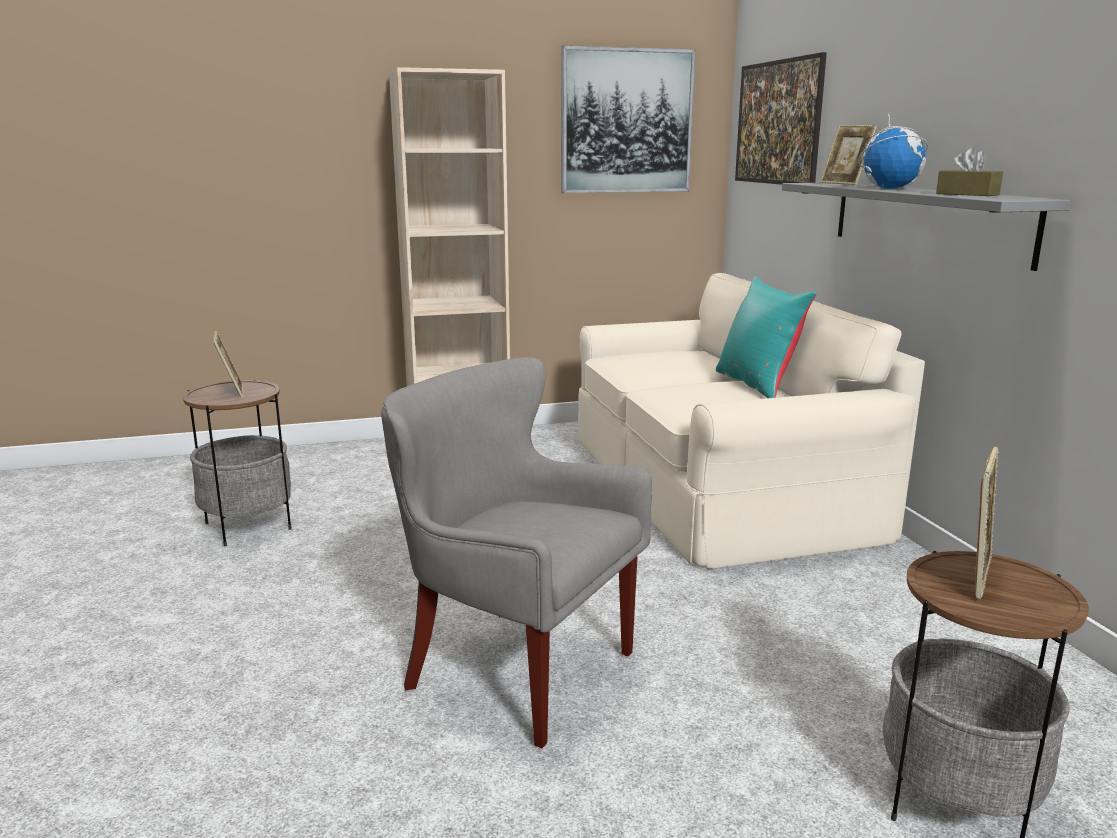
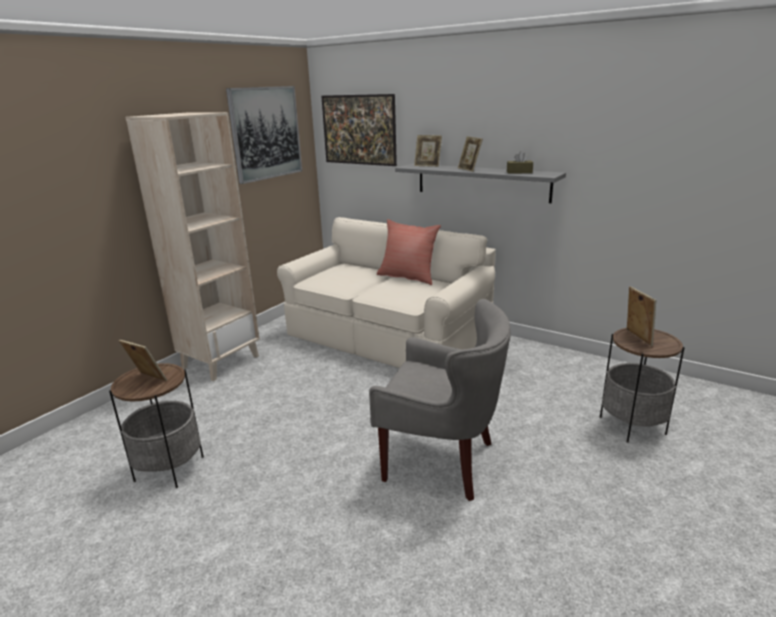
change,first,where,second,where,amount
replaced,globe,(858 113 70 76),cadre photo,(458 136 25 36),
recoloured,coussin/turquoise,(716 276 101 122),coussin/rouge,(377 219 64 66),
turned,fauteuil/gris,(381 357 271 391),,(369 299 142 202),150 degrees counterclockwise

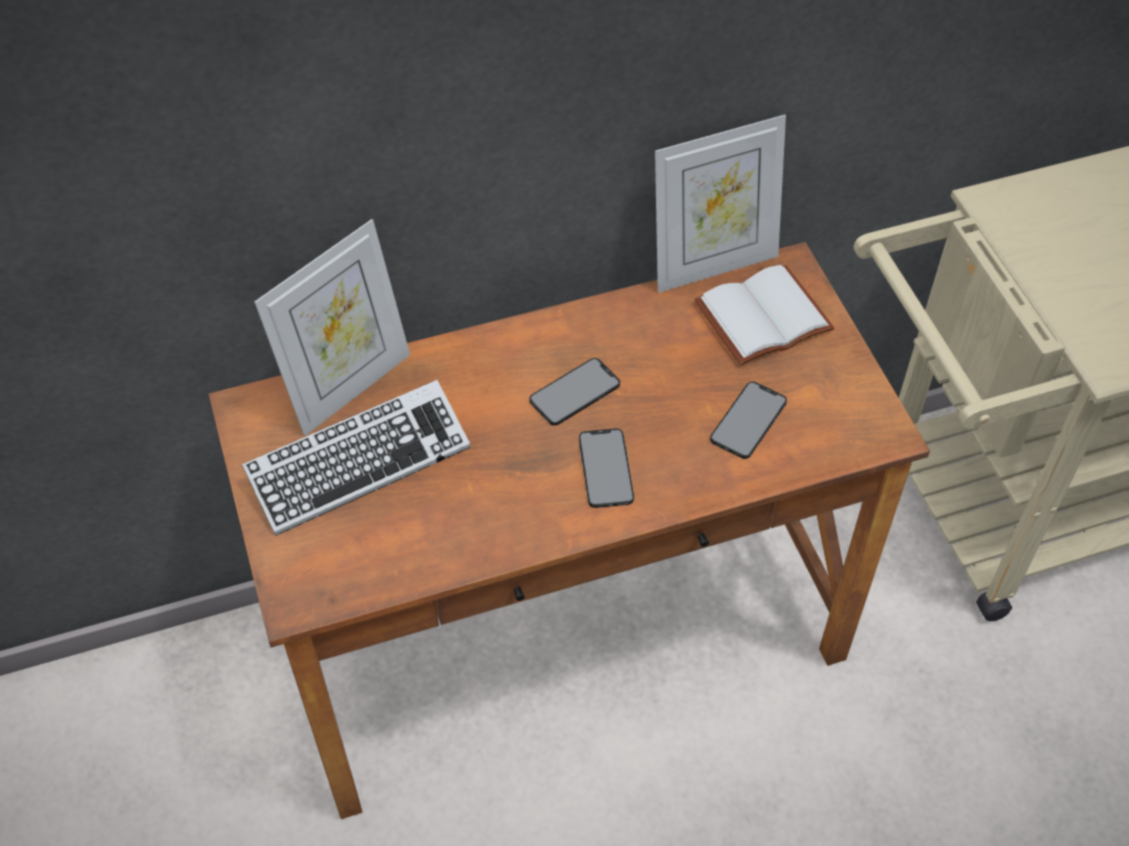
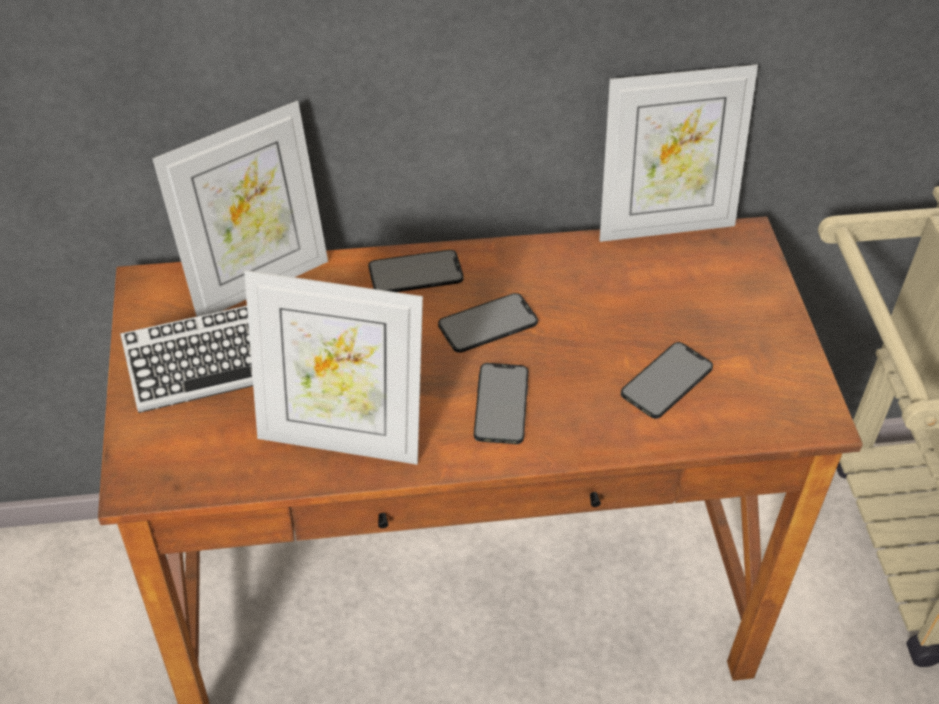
change,first,where,second,where,amount
removed,livre/blanc,(694 265 140 100),,,
added,,,cadre photo,(244 270 179 195),
added,,,téléphone,(369 250 95 42),

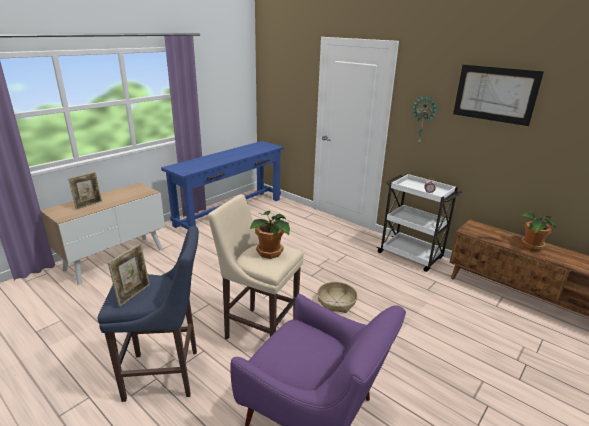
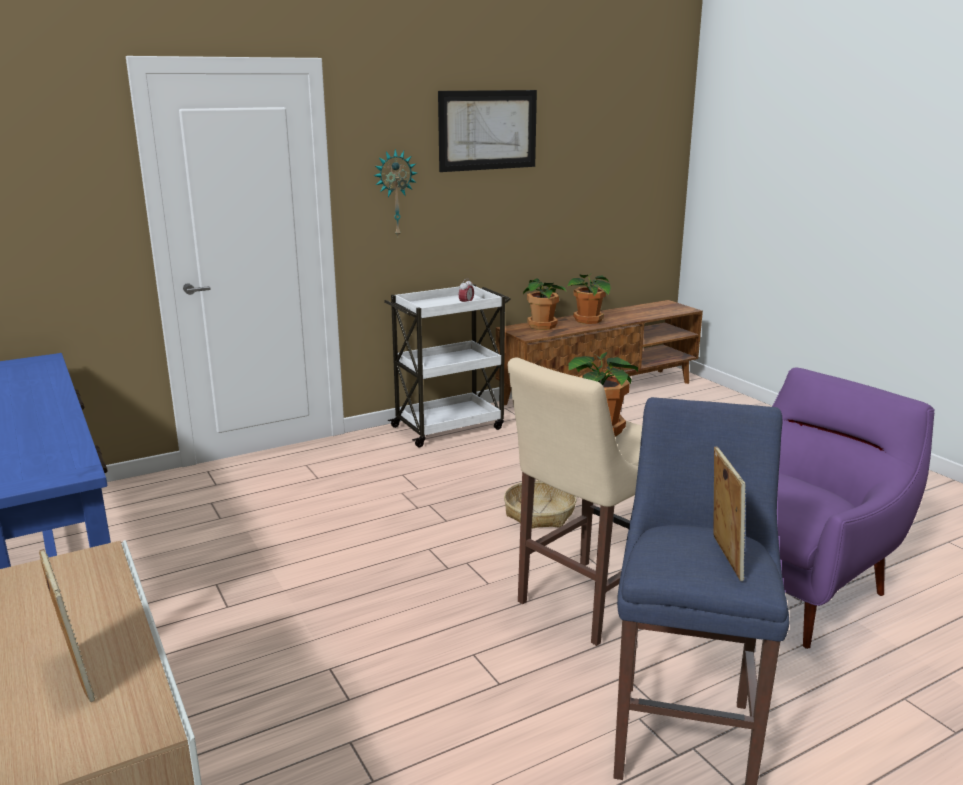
change,first,where,second,where,amount
added,,,plante en pot,(523 278 43 52),
turned,cadre photo,(108 243 42 64),,(713 446 33 135),45 degrees clockwise

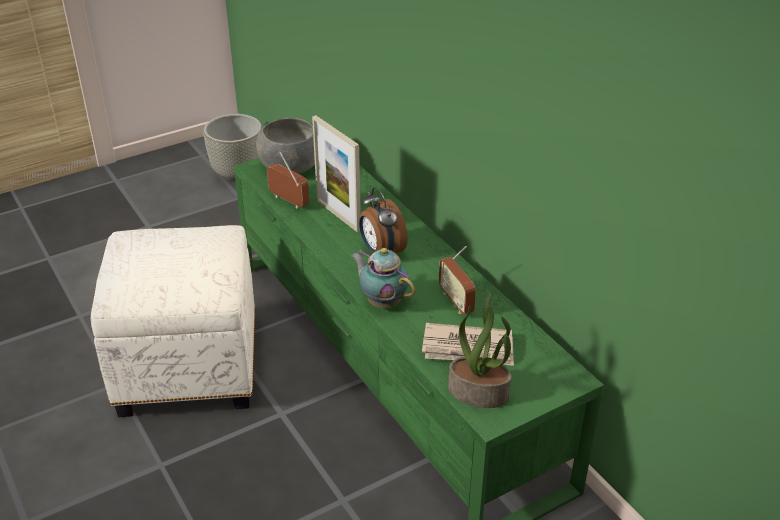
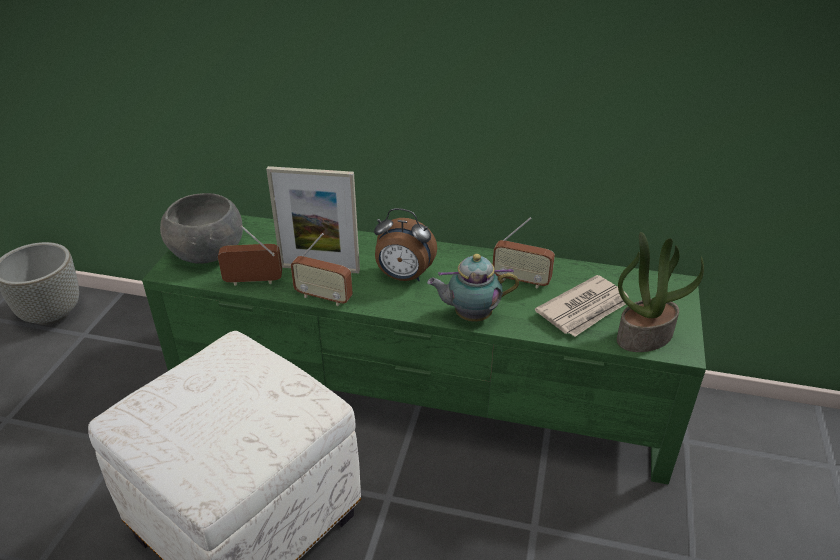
change,first,where,second,where,amount
added,,,radio,(291 233 62 73),

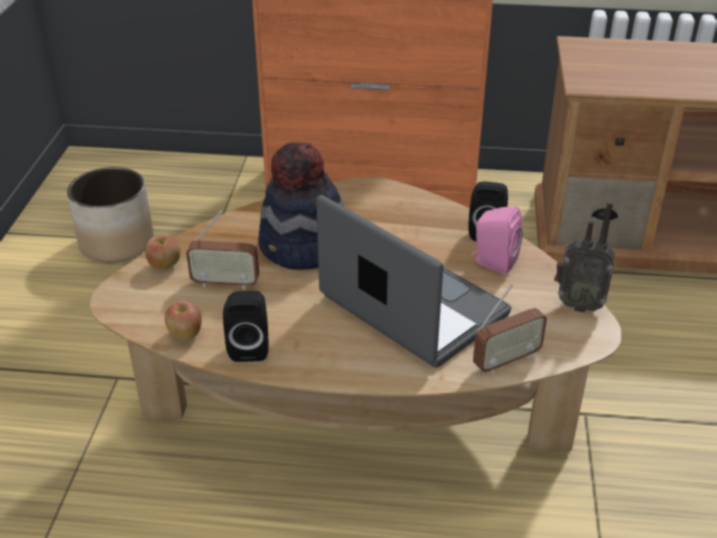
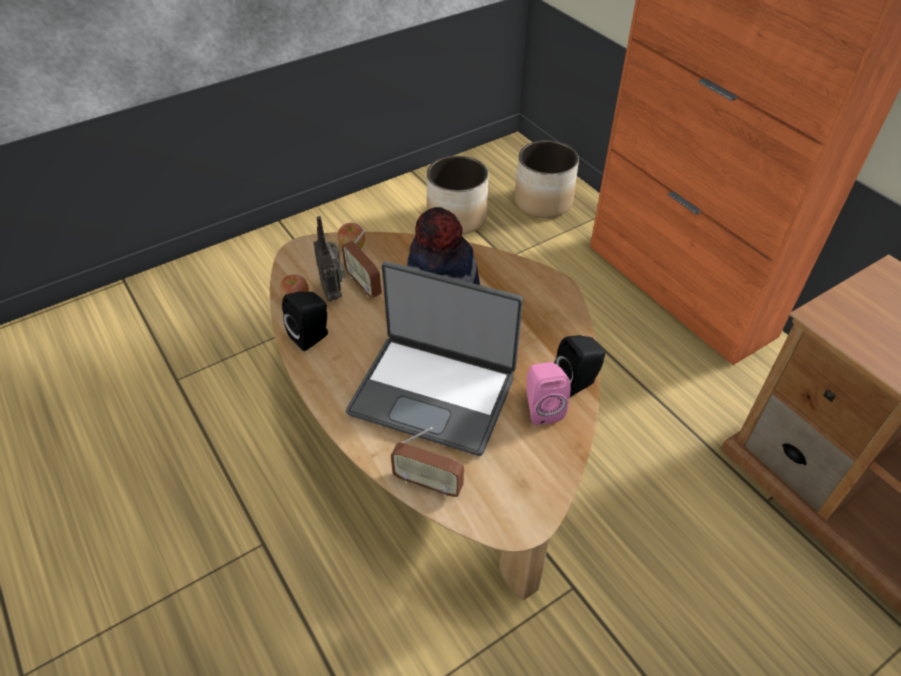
change,first,where,second,where,amount
added,,,cache-pot,(515 140 64 78),
moved,radio,(554 201 61 112),,(313 216 32 86),
turned,ordinateur portable,(316 195 195 173),,(346 261 177 195),105 degrees clockwise

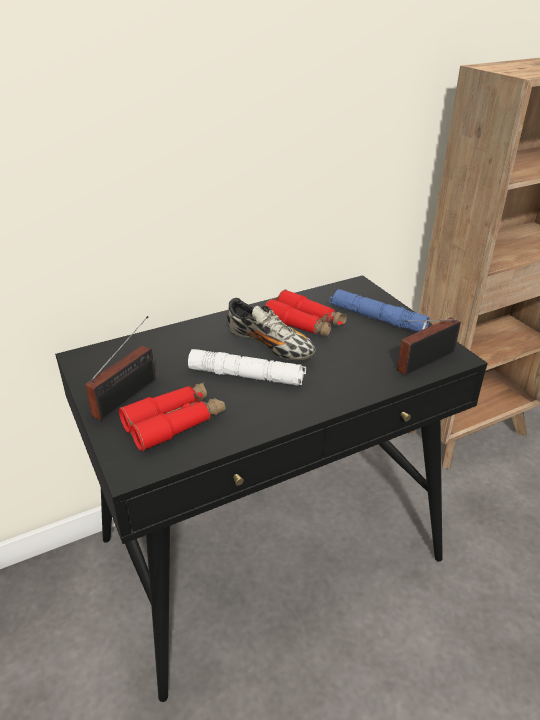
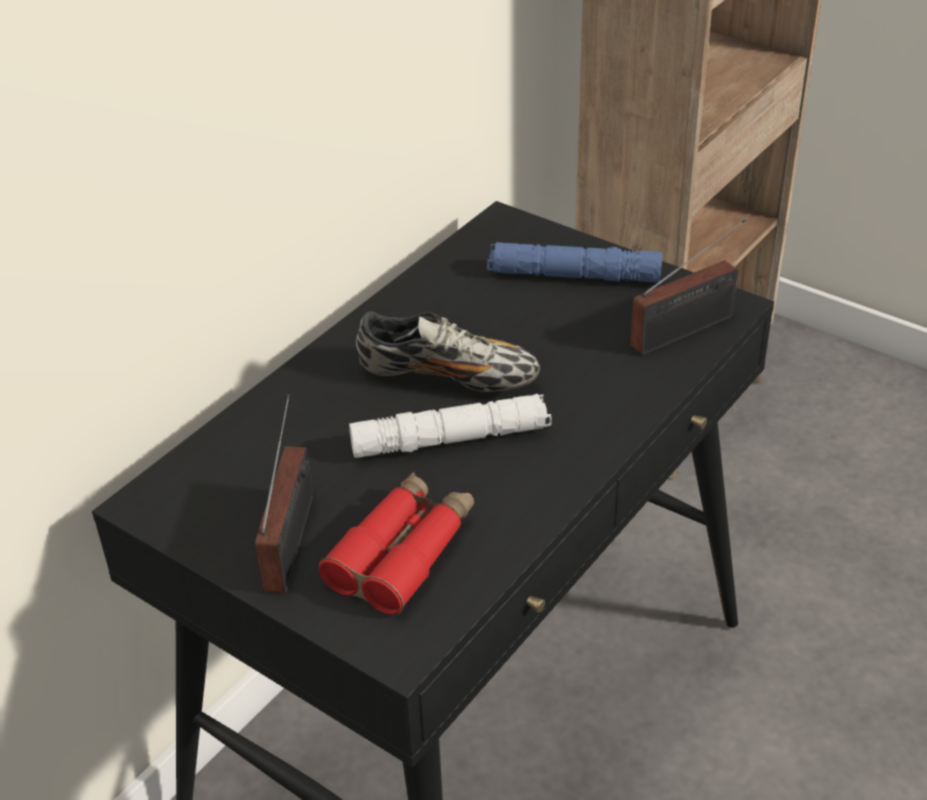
change,first,where,second,where,amount
removed,jumelles/rouge,(265 290 82 47),,,
turned,radio,(397 317 64 59),,(630 219 116 136),150 degrees counterclockwise

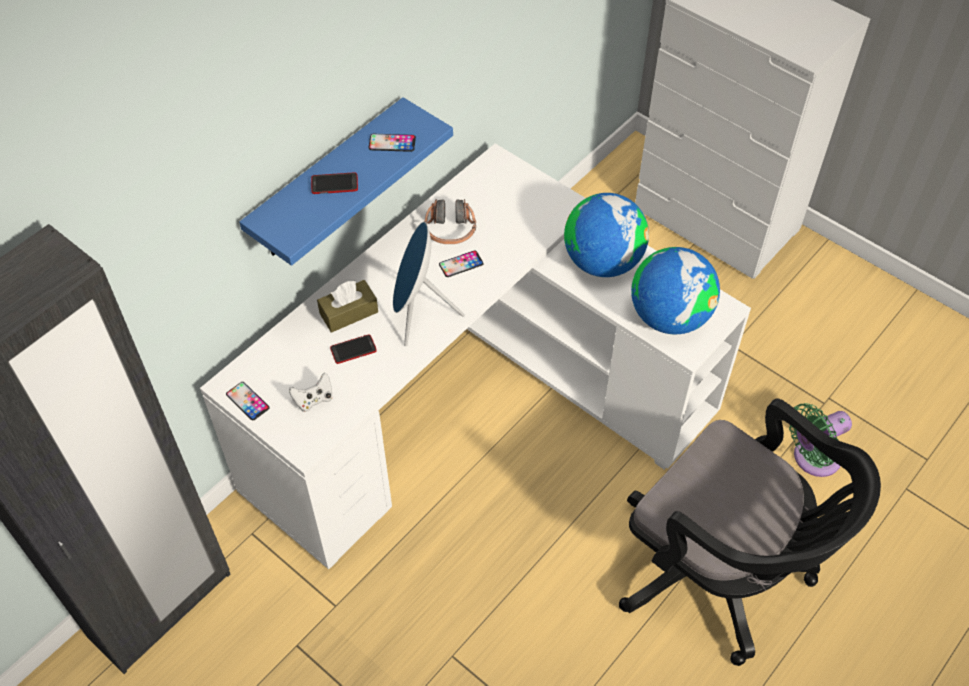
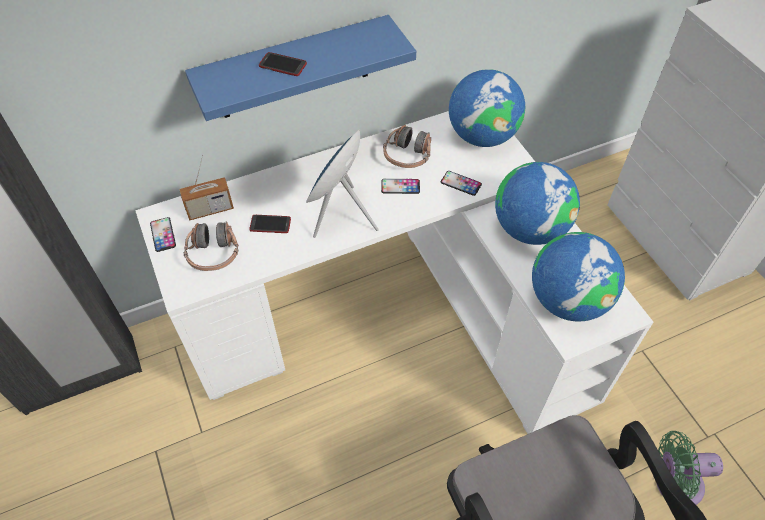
change,first,where,second,where,amount
removed,boîte à mouchoirs/marron,(317 280 61 53),,,
added,,,radio,(179 154 55 66),
added,,,globe,(449 69 76 78),
moved,téléphone,(368 134 48 18),,(441 171 41 25),
replaced,manette/blanc,(289 373 44 39),casque audio,(184 221 55 50),

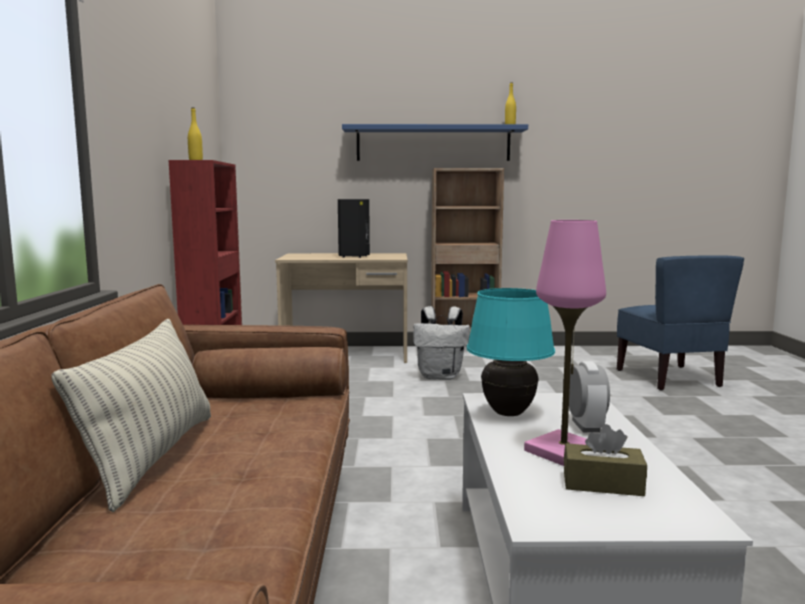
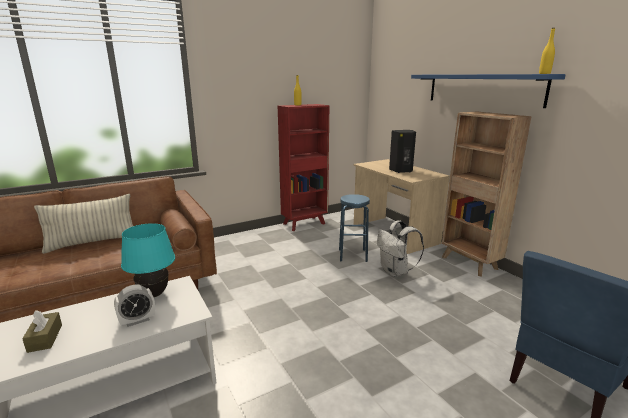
change,first,where,second,where,amount
removed,lampe de table/rose,(524 220 82 246),,,
added,,,tabouret/bleu,(339 194 31 68),

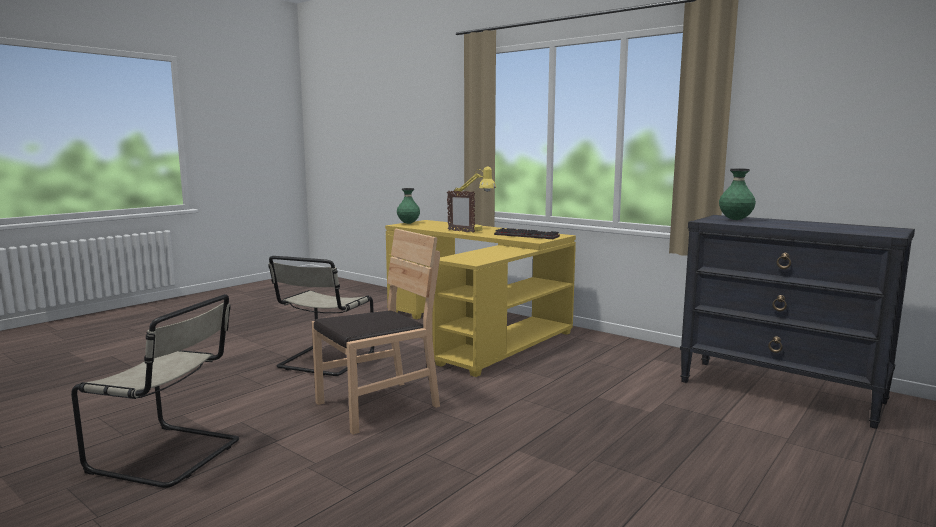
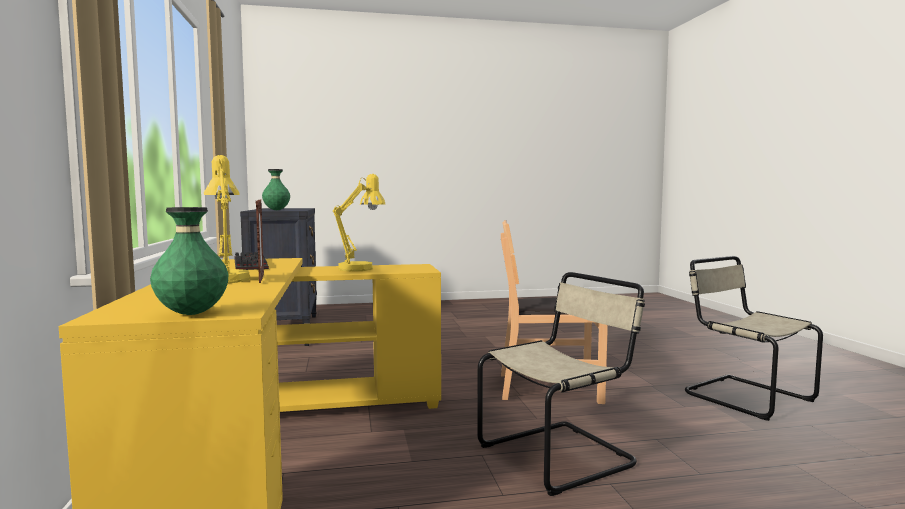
change,first,where,second,where,amount
added,,,lampe de table/jaune,(333 174 52 97),

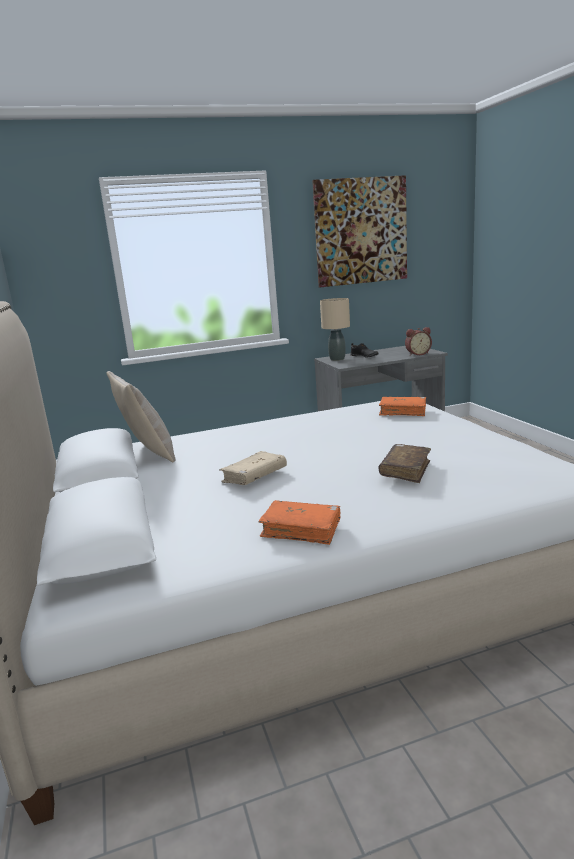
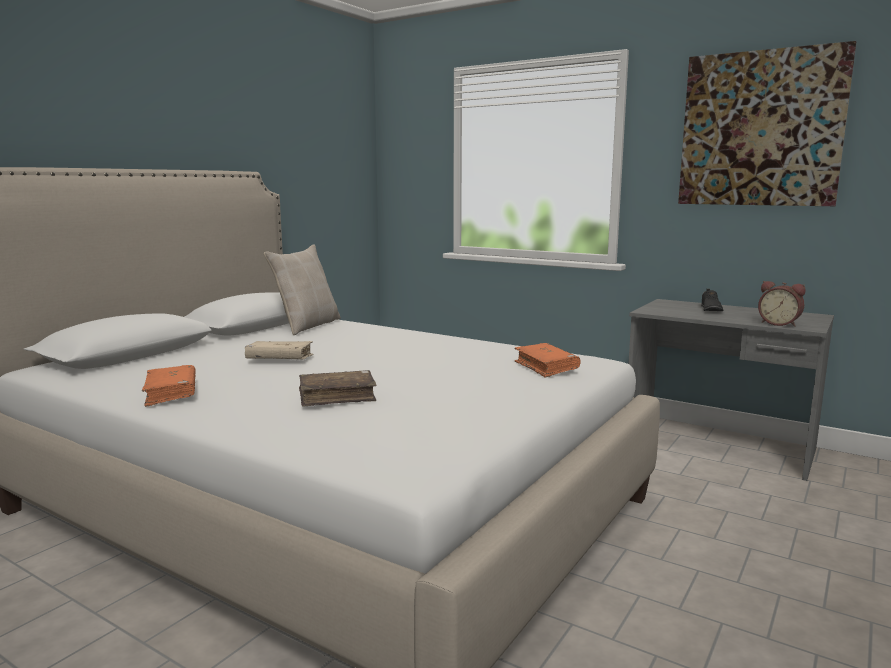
change,first,where,second,where,amount
removed,lampe de table/beige,(320 298 30 63),,,

